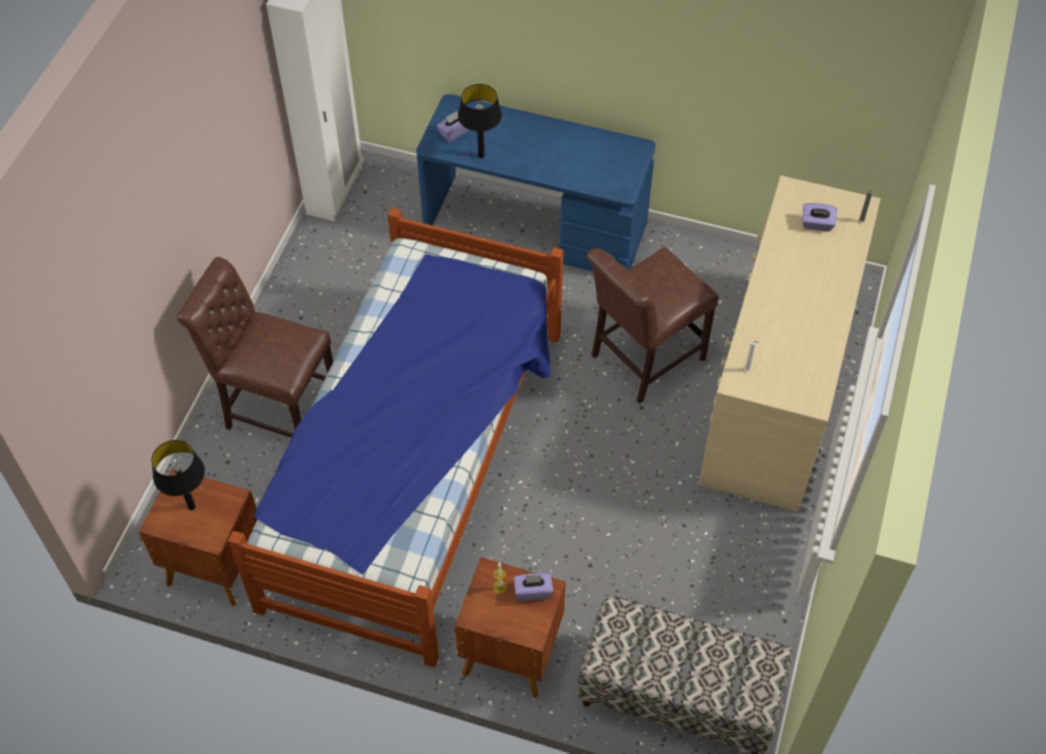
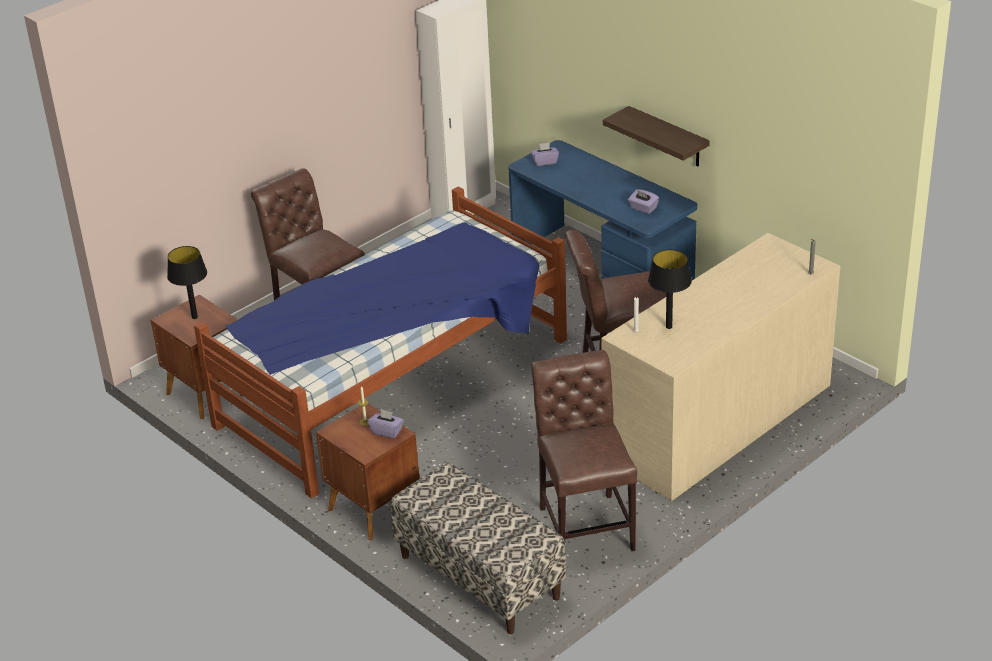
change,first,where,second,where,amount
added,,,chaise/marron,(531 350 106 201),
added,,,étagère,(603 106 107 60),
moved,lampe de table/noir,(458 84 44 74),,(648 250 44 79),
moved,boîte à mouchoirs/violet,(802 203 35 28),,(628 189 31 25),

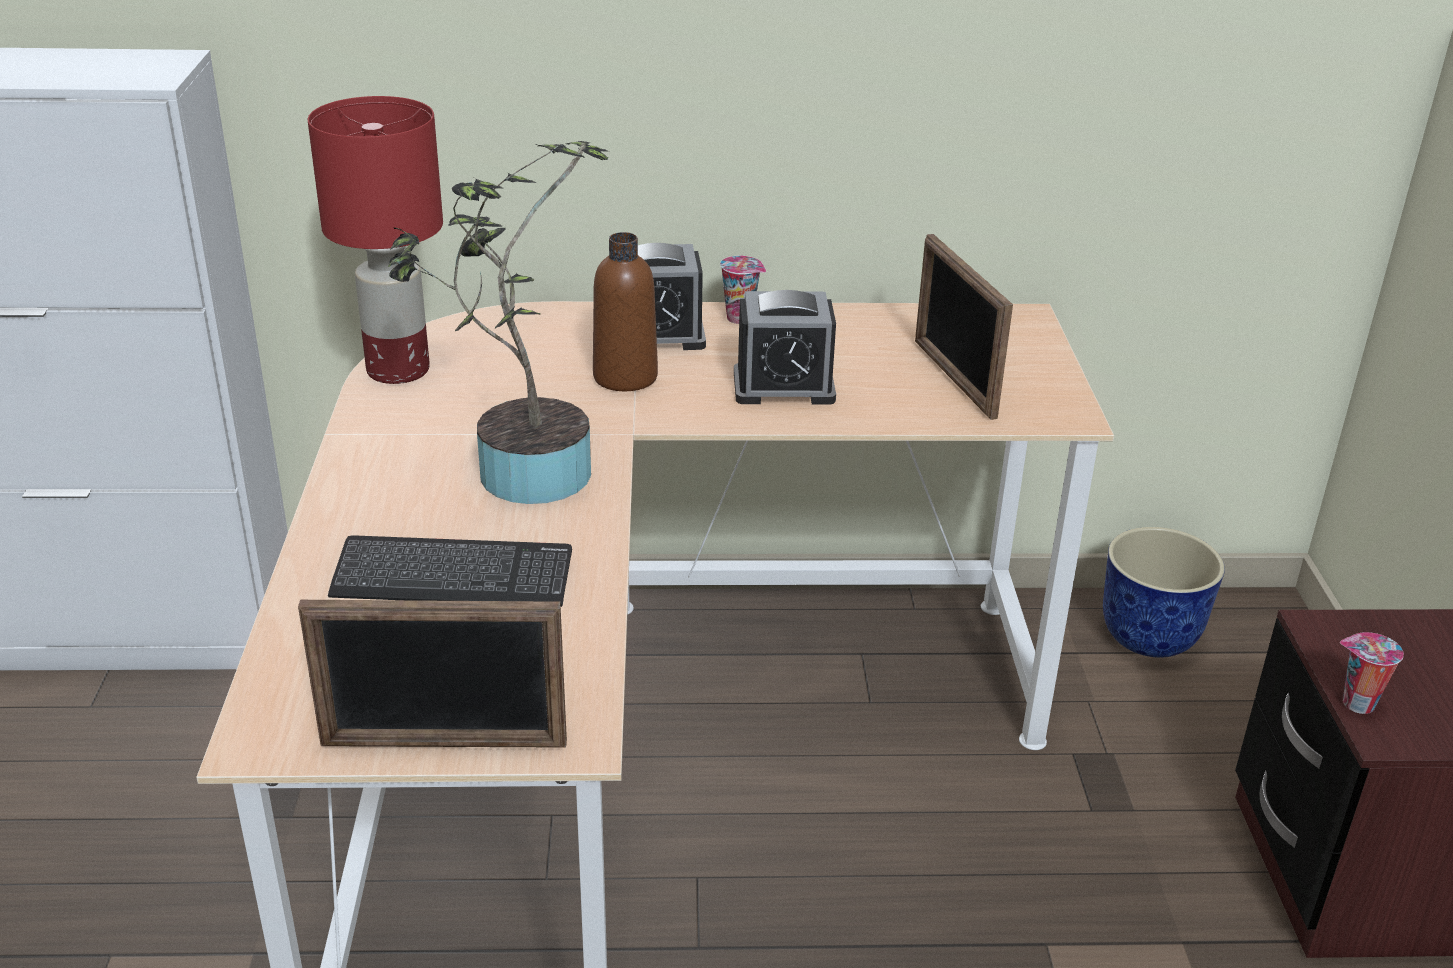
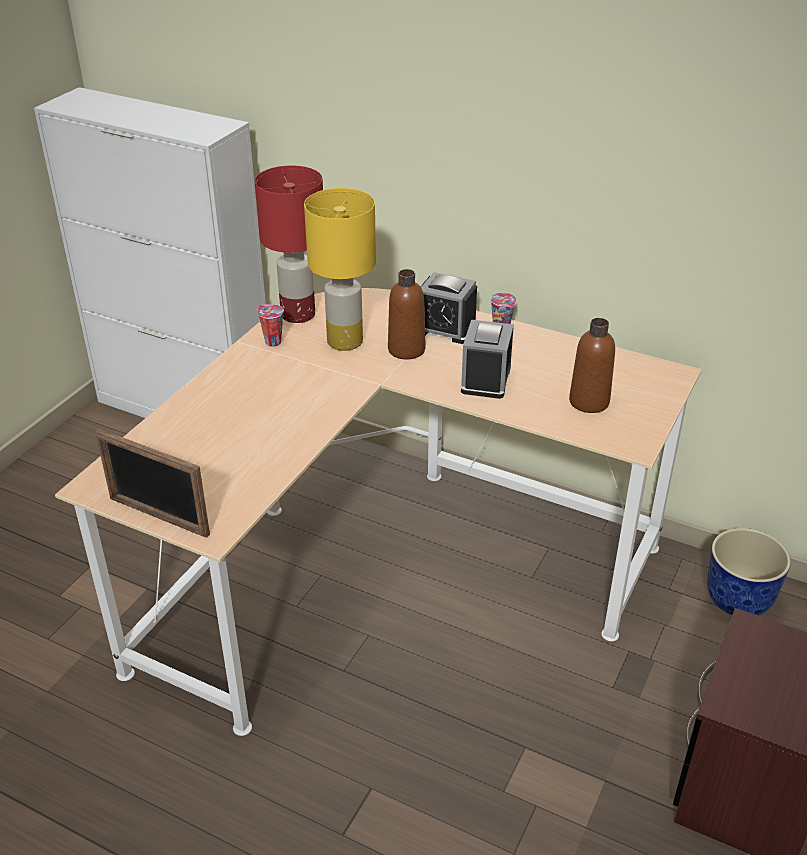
change,first,where,second,where,amount
removed,clavier,(328 535 244 72),,,
removed,plante en pot,(388 141 221 363),,,
added,,,lampe de table/jaune,(304 188 72 163),
moved,tasse,(1340 632 64 82),,(257 304 27 43),
replaced,cadre photo,(915 234 98 186),bouteille/marron,(569 318 46 95),
turned,réveil,(734 290 102 114),,(461 320 53 79),75 degrees clockwise

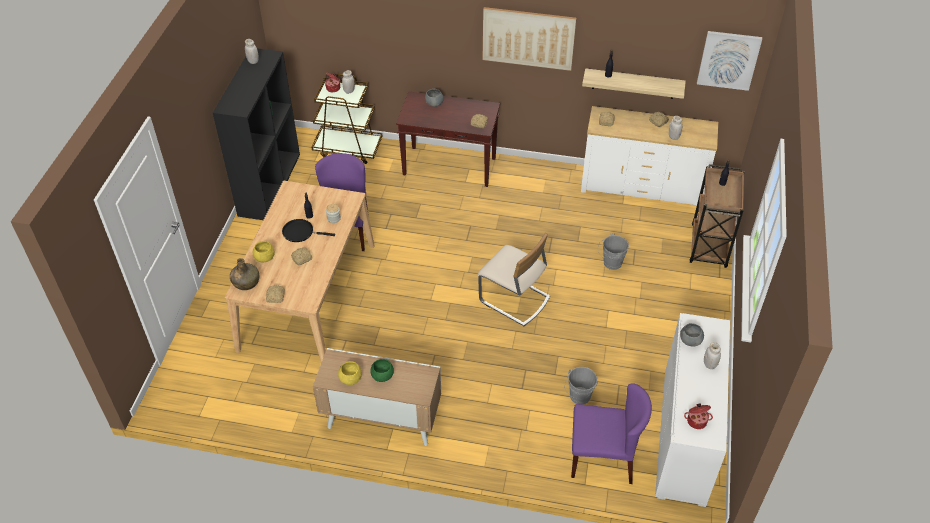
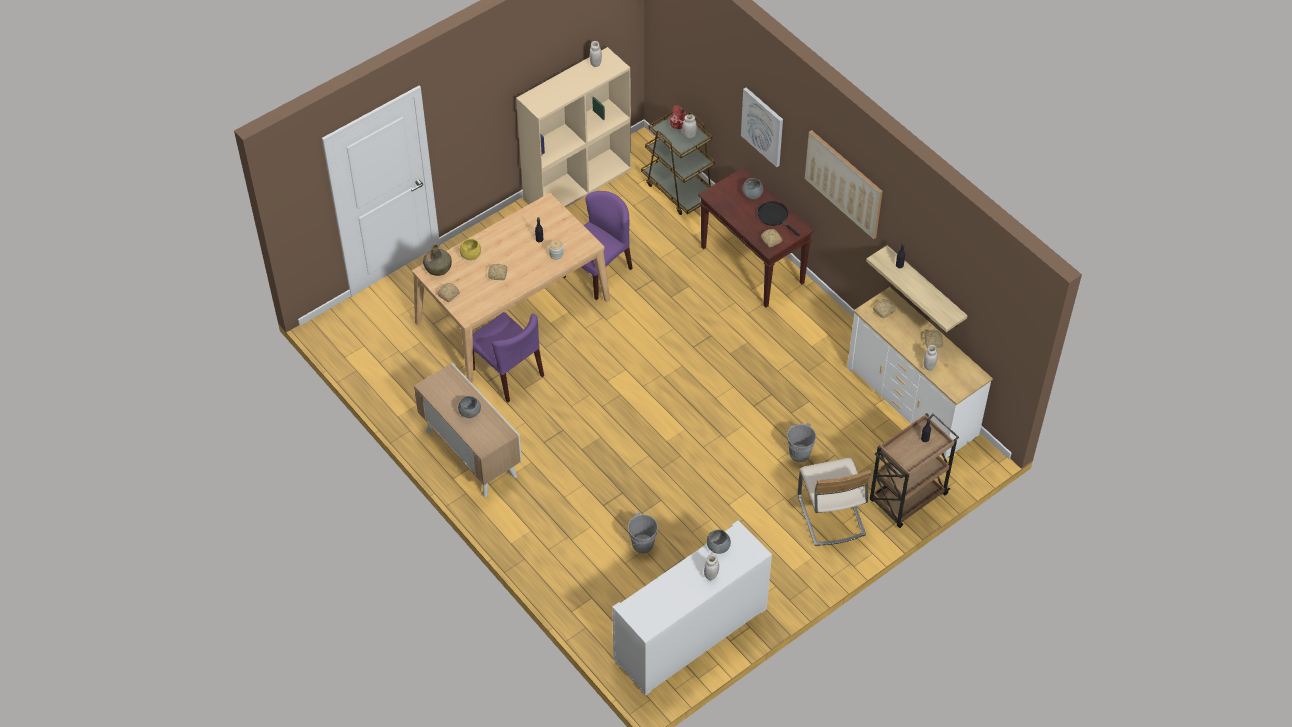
change,first,where,second,where,amount
removed,bol/jaune,(338 361 24 24),,,
removed,marmite,(684 404 29 25),,,
moved,poêle/noir,(282 219 53 23),,(757 201 43 36),
moved,chaise/beige,(478 233 72 93),,(798 458 73 88),
moved,chaise/violet,(571 383 81 101),,(473 312 71 90),
moved,tableau,(697 31 65 60),,(741 87 42 80),
recoloured,bibliothèque/noir,(213 48 87 172),bibliothèque/beige,(516 47 115 161),
recoloured,bol/vert,(370 359 24 23),bol/gris,(458 396 23 22),

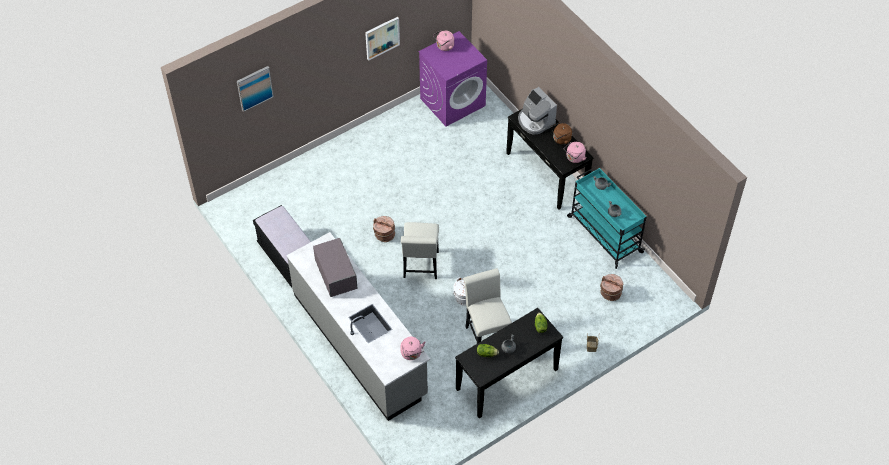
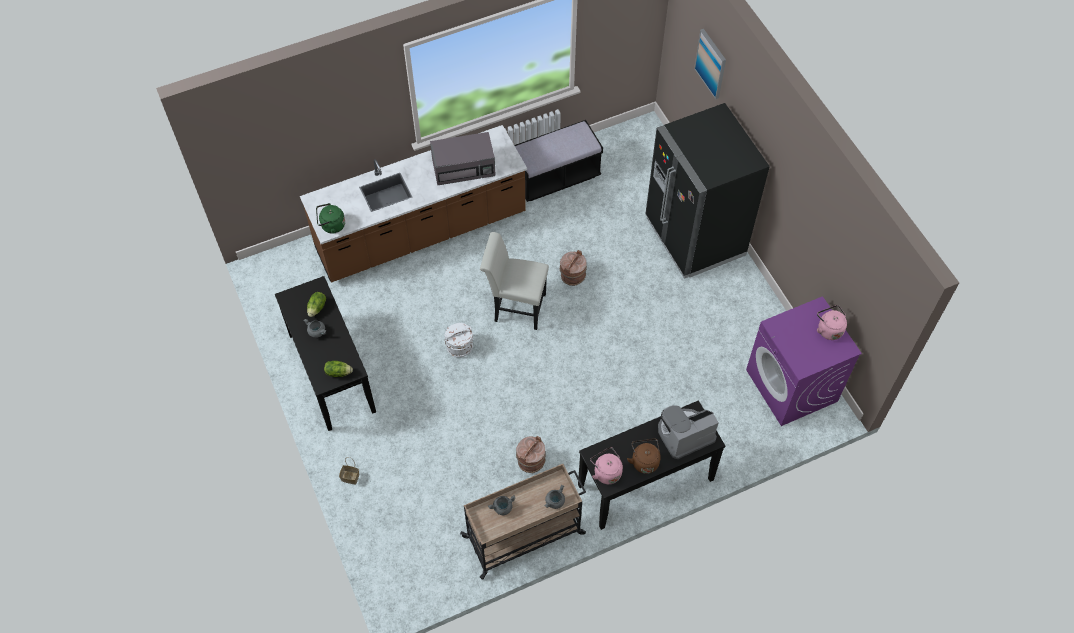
change,first,where,second,where,amount
removed,tableau,(365 17 35 44),,,
removed,chaise/blanc,(463 268 49 76),,,
added,,,réfrigérateur/noir,(645 103 125 176),
moved,seau/marron,(600 274 23 27),,(516 436 30 37),
recoloured,comptoir de cuisine/gris,(287 232 143 189),comptoir de cuisine/marron,(300 125 227 158),
recoloured,bouilloire/rose,(400 337 25 23),bouilloire/vert,(316 203 29 31),
recoloured,chariot/turquoise,(567 168 80 101),chariot/beige,(460 464 126 116),

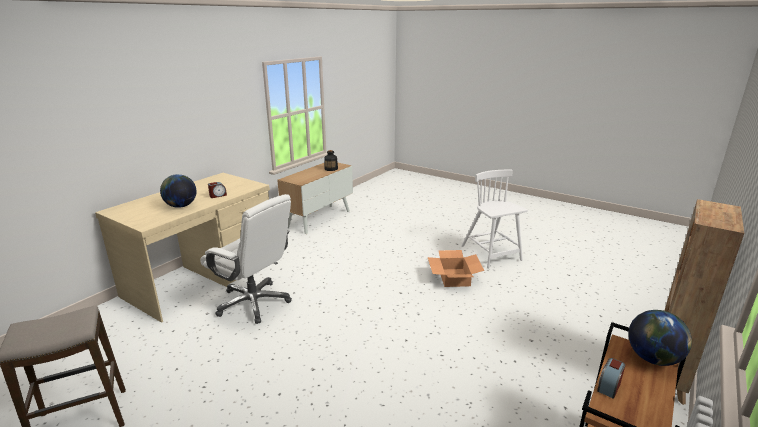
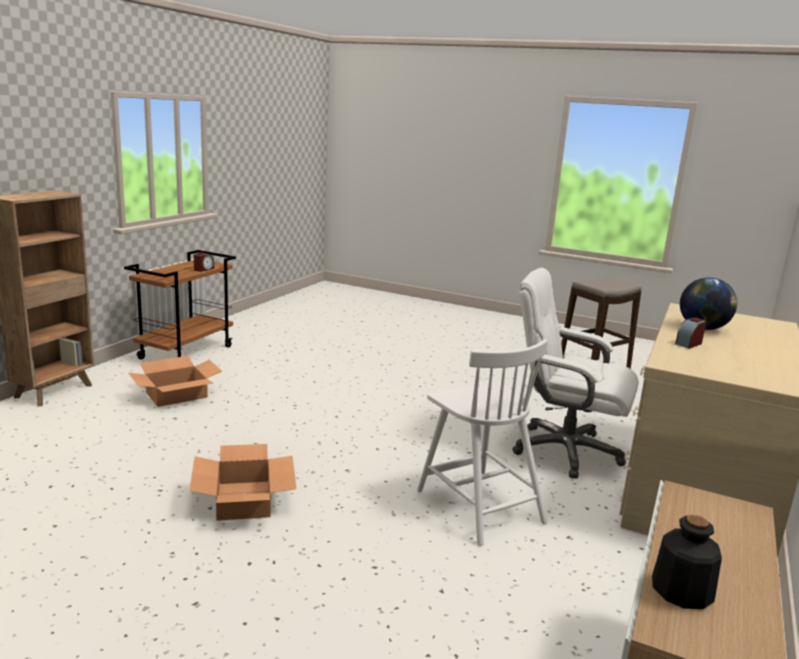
change,first,where,second,where,amount
removed,globe,(628 310 64 56),,,
added,,,carton,(129 356 93 51),
moved,chaise/blanc,(461 170 67 98),,(417 339 131 207),

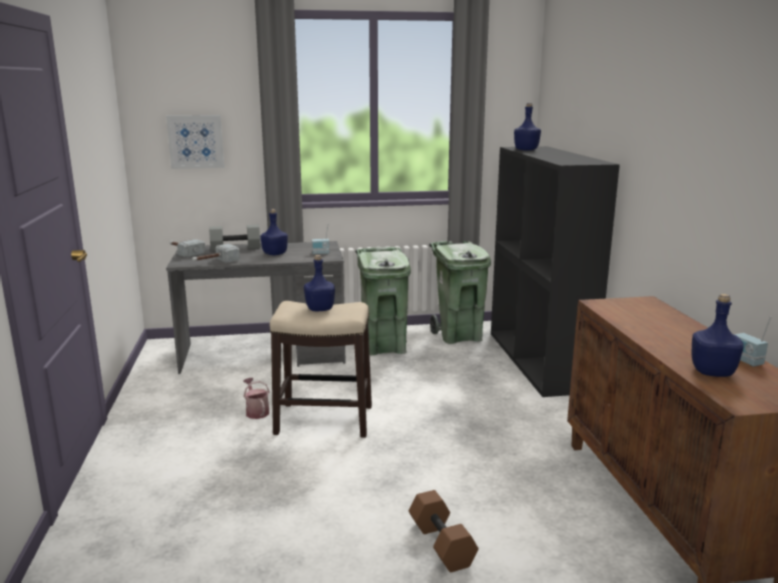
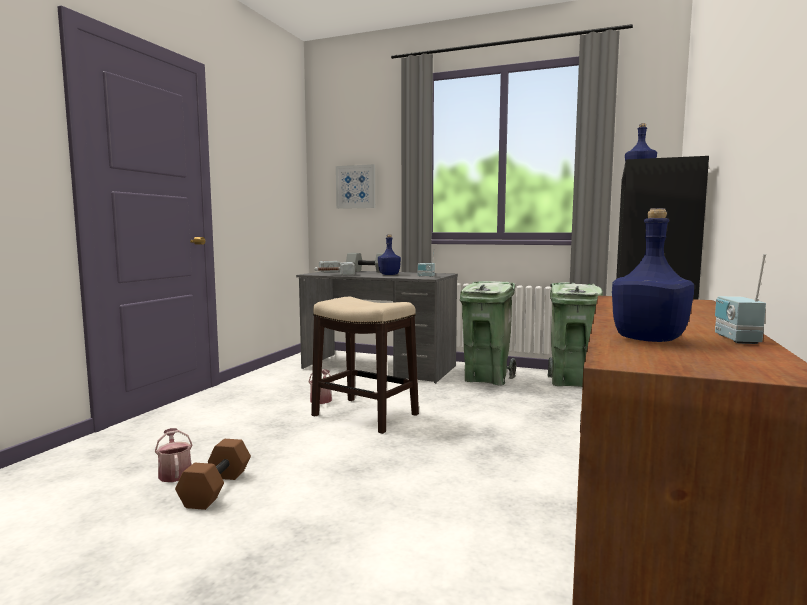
change,first,where,second,where,amount
removed,bouteille/bleu,(304 255 31 56),,,
added,,,arrosoir,(155 428 38 54),
moved,haltère/marron,(409 490 69 83),,(175 439 76 71),

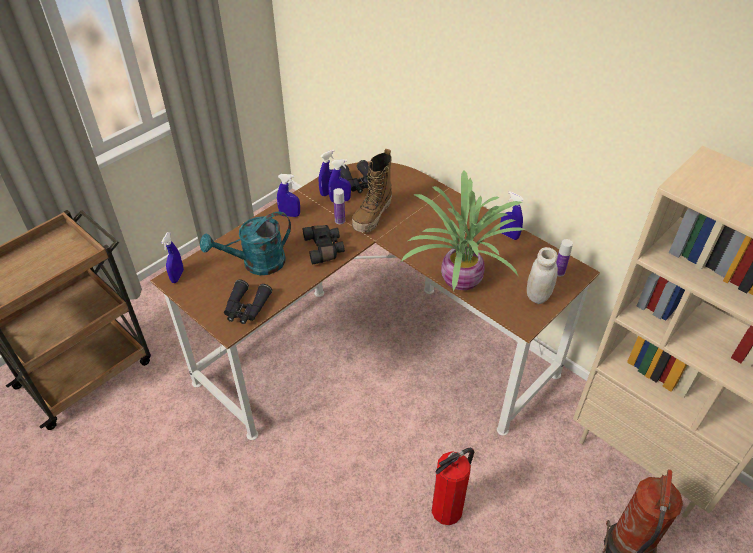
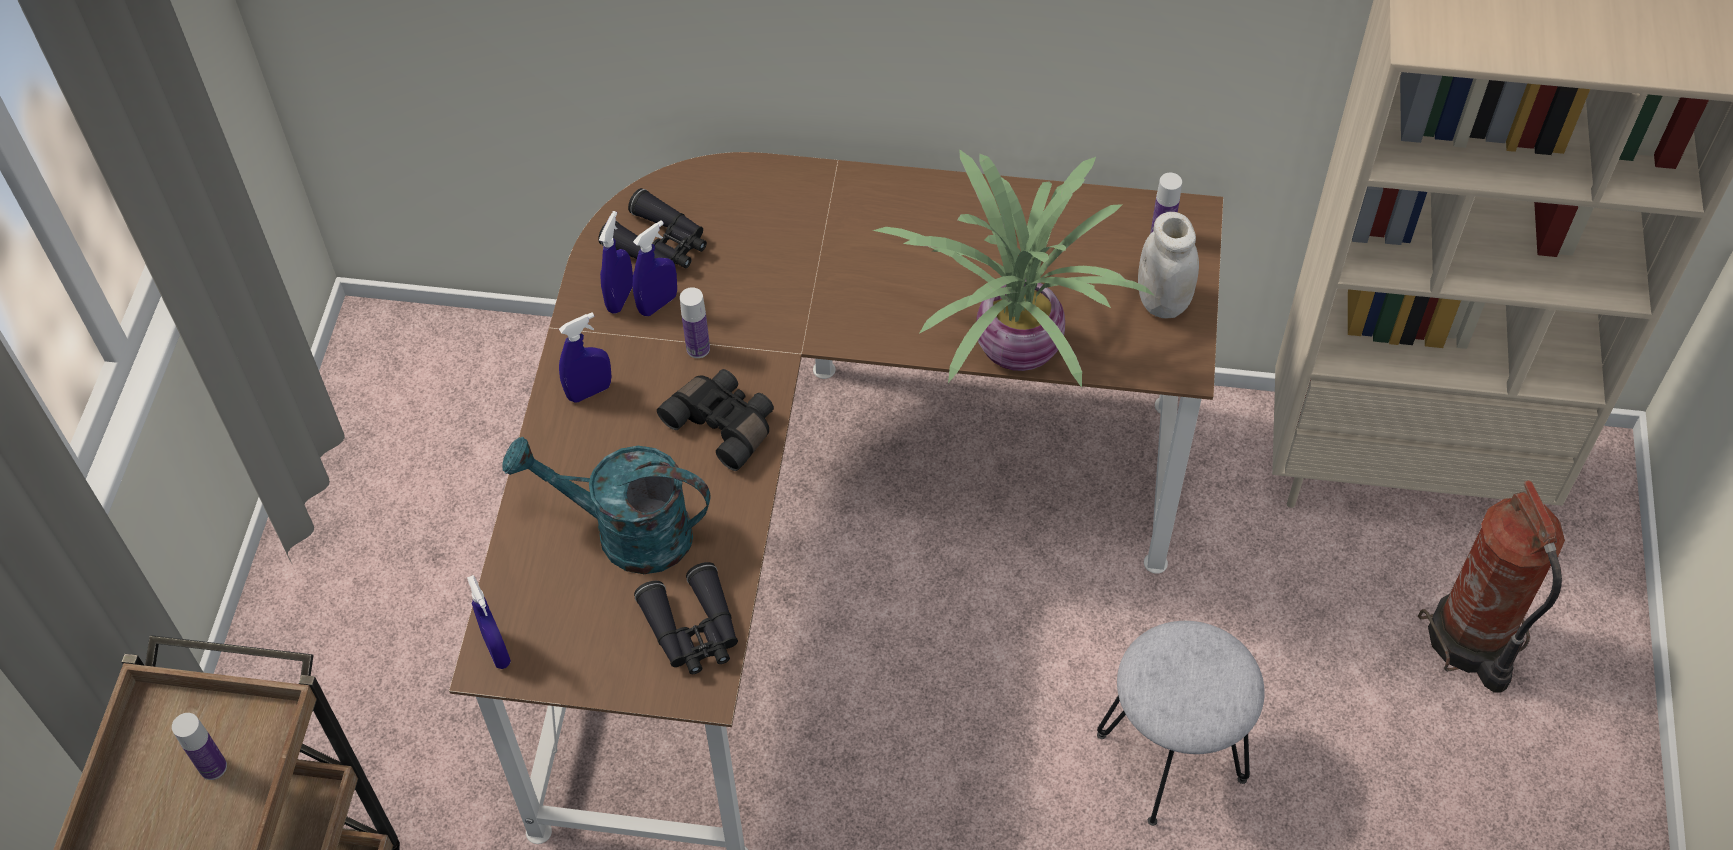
change,first,where,second,where,amount
removed,botte,(352 149 40 84),,,
removed,vaporisateur/bleu,(500 191 24 49),,,
added,,,bouteille,(172 713 55 67),
replaced,extincteur,(432 448 42 77),tabouret/gris,(1097 621 168 205),
turned,arrosoir/turquoise,(200 211 91 64),,(502 437 209 137),75 degrees clockwise

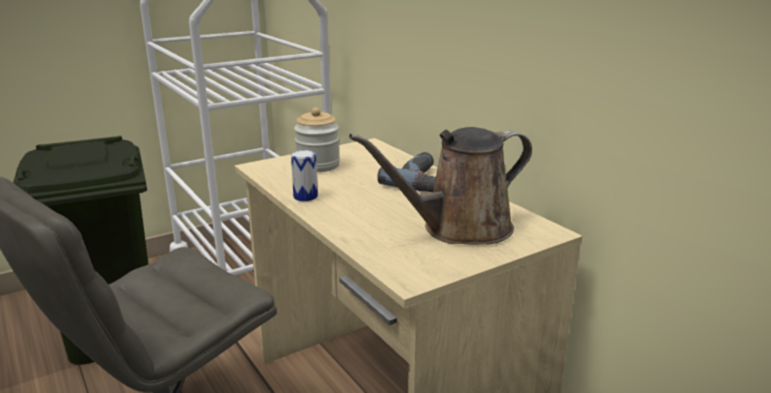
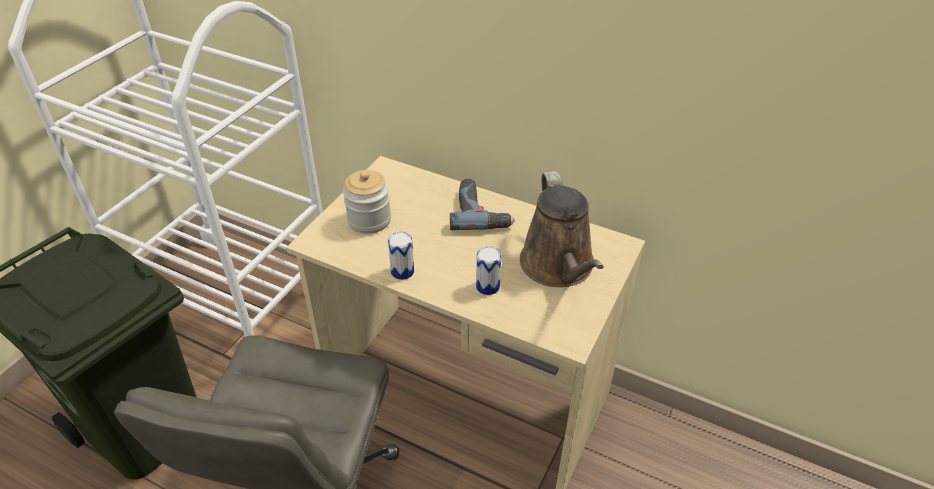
change,first,where,second,where,amount
added,,,boîte métallique,(476 246 25 49),
turned,arrosoir/marron,(349 127 183 118),,(520 171 84 116),45 degrees counterclockwise

